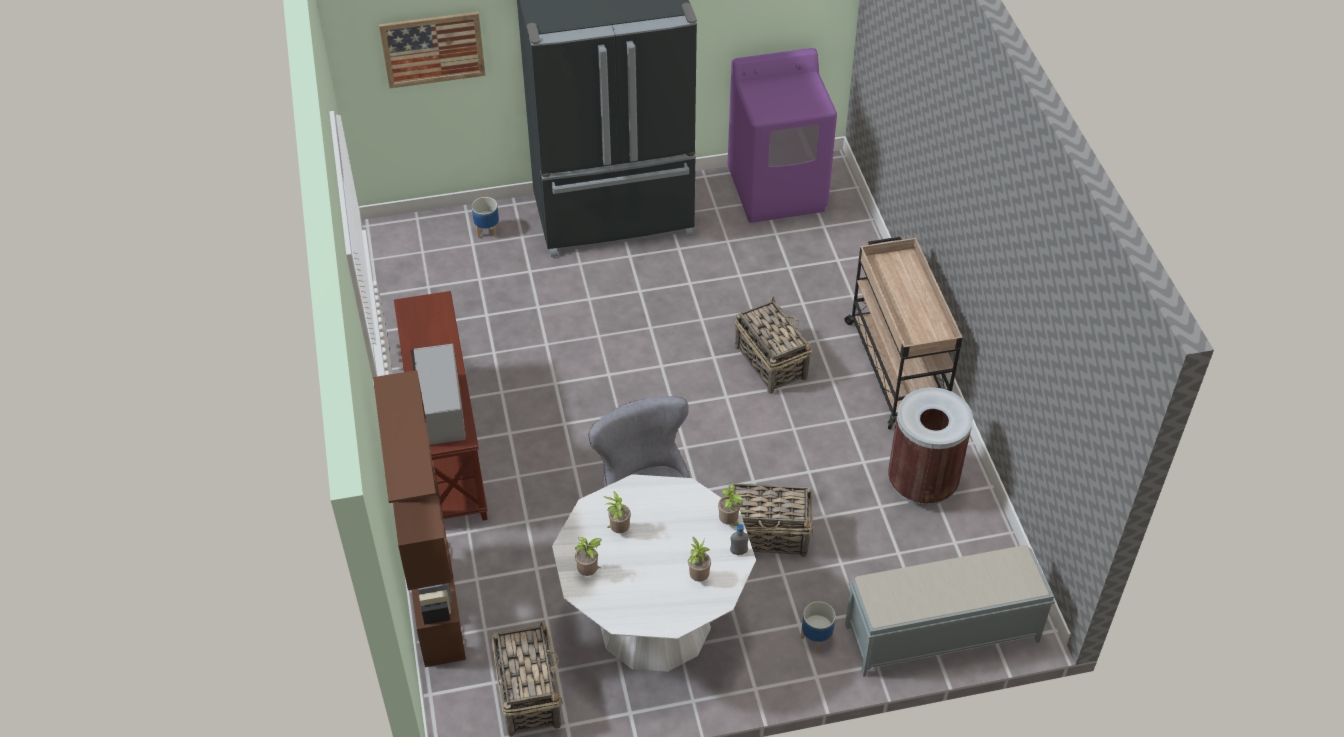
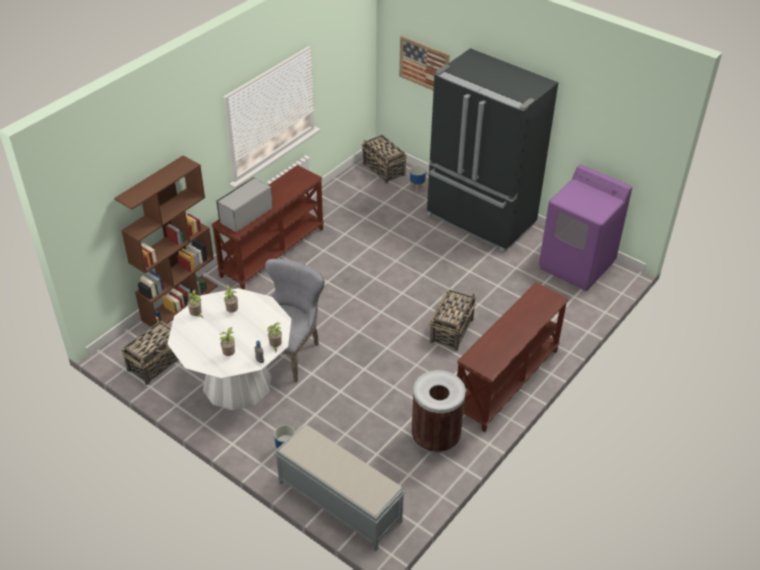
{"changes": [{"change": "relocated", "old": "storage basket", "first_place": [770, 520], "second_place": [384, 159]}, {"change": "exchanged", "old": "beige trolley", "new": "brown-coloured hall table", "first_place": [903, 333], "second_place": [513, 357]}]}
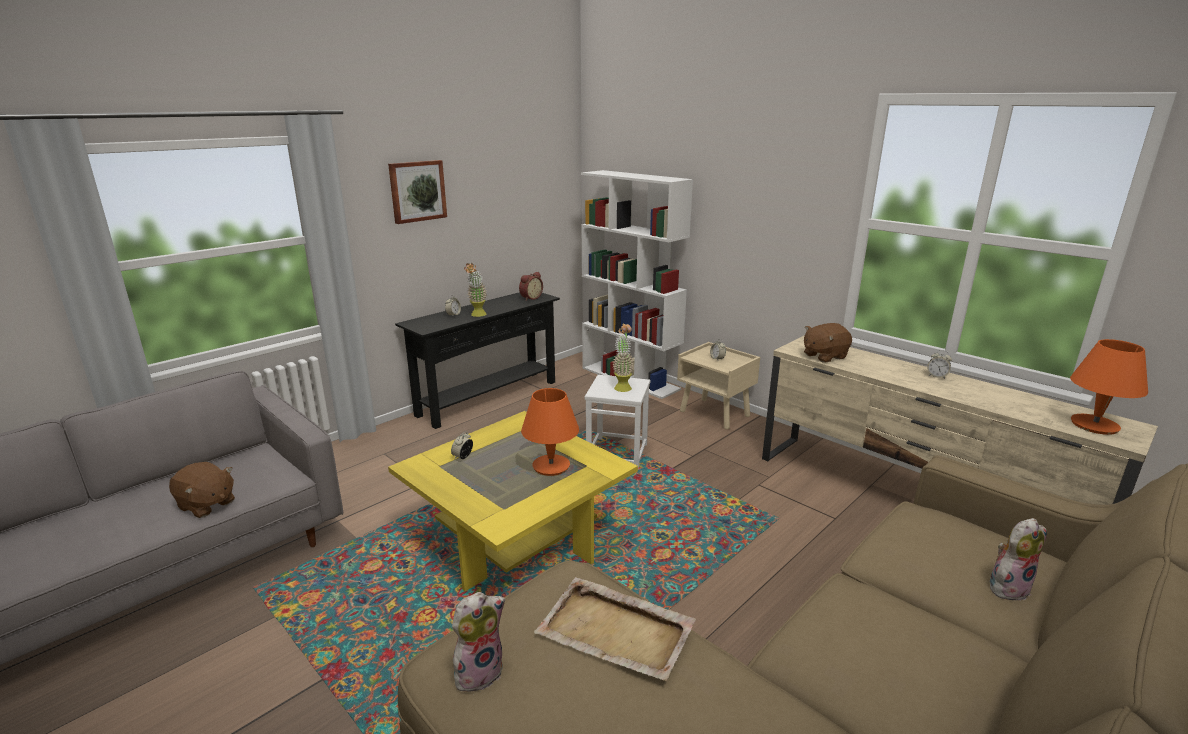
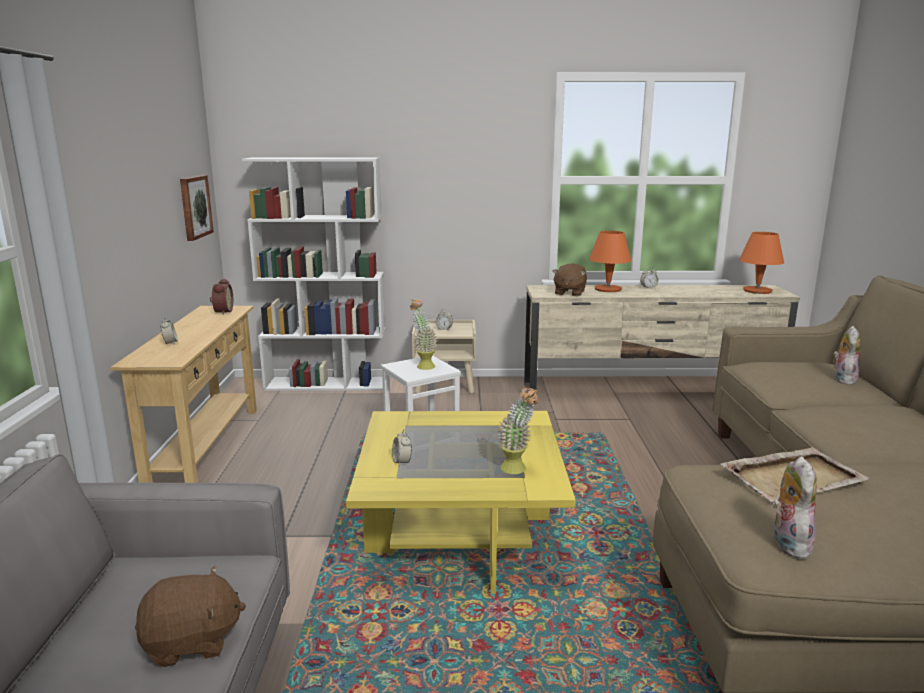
{"changes": [{"change": "relocated", "old": "wall picture", "first_place": [417, 192], "second_place": [197, 208]}, {"change": "colour", "old": "black hall table", "new": "beige hall table", "first_place": [477, 360], "second_place": [183, 394]}, {"change": "relocated", "old": "plant in a pot", "first_place": [475, 290], "second_place": [518, 430]}, {"change": "relocated", "old": "orange-coloured table lamp", "first_place": [550, 432], "second_place": [610, 261]}]}
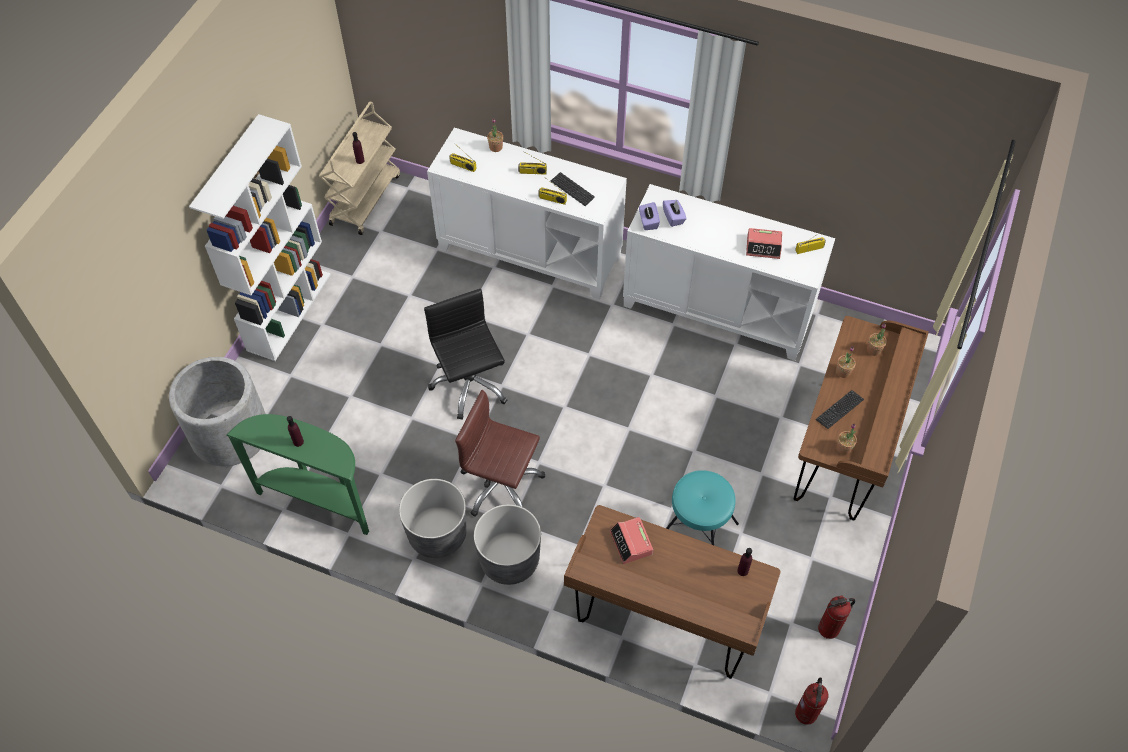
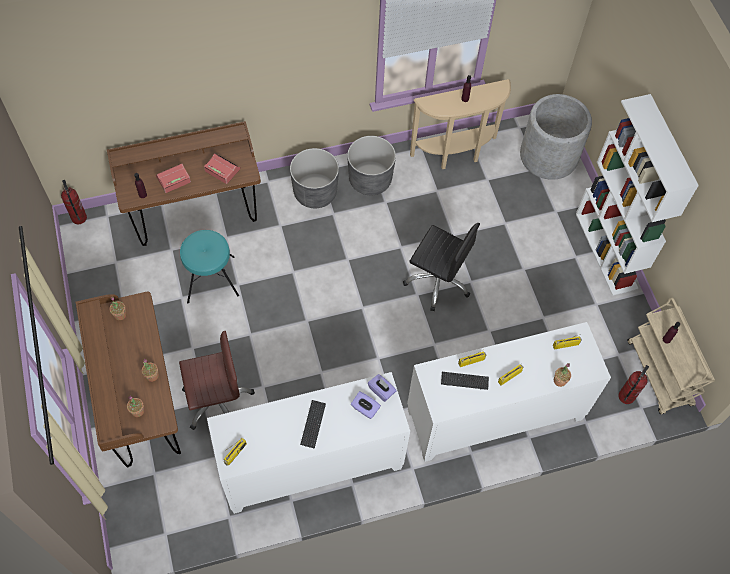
{"changes": [{"change": "colour", "old": "green hall table", "new": "beige hall table", "first_place": [297, 474], "second_place": [460, 124]}, {"change": "relocated", "old": "brown-coloured desk chair", "first_place": [500, 453], "second_place": [217, 380]}, {"change": "relocated", "old": "bedside clock", "first_place": [764, 243], "second_place": [173, 178]}, {"change": "relocated", "old": "computer keyboard", "first_place": [840, 409], "second_place": [313, 424]}, {"change": "relocated", "old": "fire-fighting cylinder", "first_place": [836, 617], "second_place": [633, 384]}]}
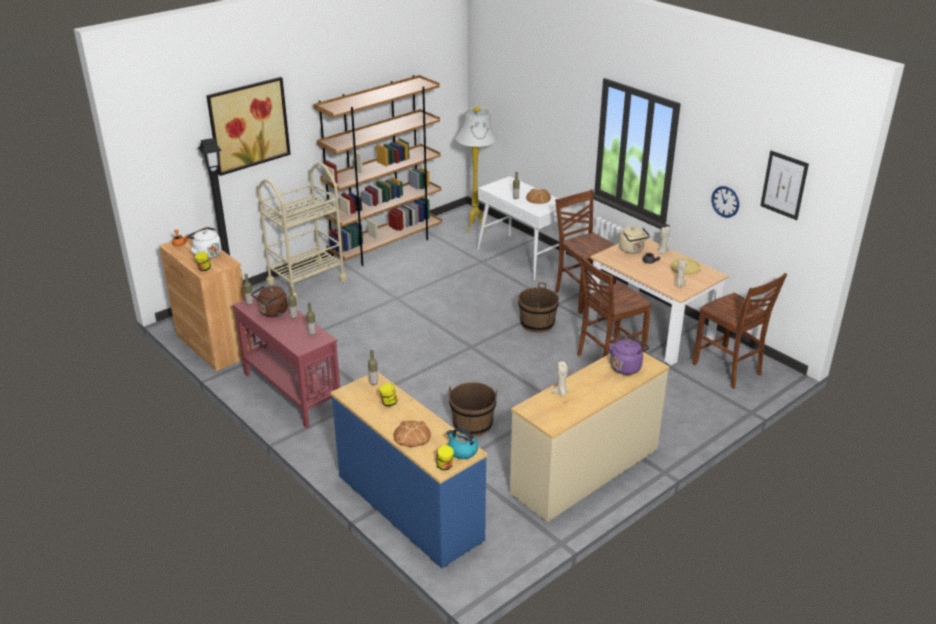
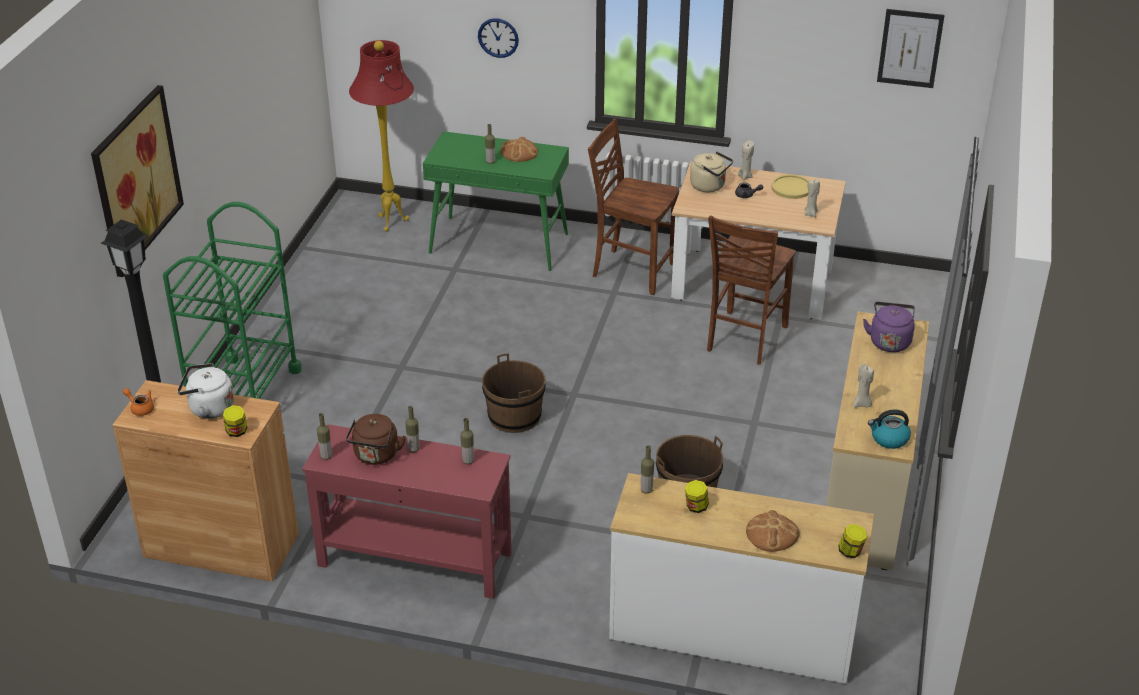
{"changes": [{"change": "colour", "old": "beige trolley", "new": "green trolley", "first_place": [302, 231], "second_place": [232, 300]}, {"change": "missing", "old": "brown-coloured shelving unit", "first_place": [378, 170]}, {"change": "colour", "old": "bluish dresser", "new": "white dresser", "first_place": [409, 470], "second_place": [741, 578]}, {"change": "relocated", "old": "kettle", "first_place": [462, 443], "second_place": [889, 429]}, {"change": "colour", "old": "white standard lamp", "new": "reddish standard lamp", "first_place": [476, 169], "second_place": [381, 136]}, {"change": "colour", "old": "white hall table", "new": "green hall table", "first_place": [524, 228], "second_place": [496, 201]}, {"change": "relocated", "old": "brown-coloured bucket", "first_place": [538, 307], "second_place": [514, 393]}, {"change": "missing", "old": "brown-coloured upright chair", "first_place": [739, 331]}, {"change": "relocated", "old": "hanging clock", "first_place": [725, 202], "second_place": [498, 38]}]}
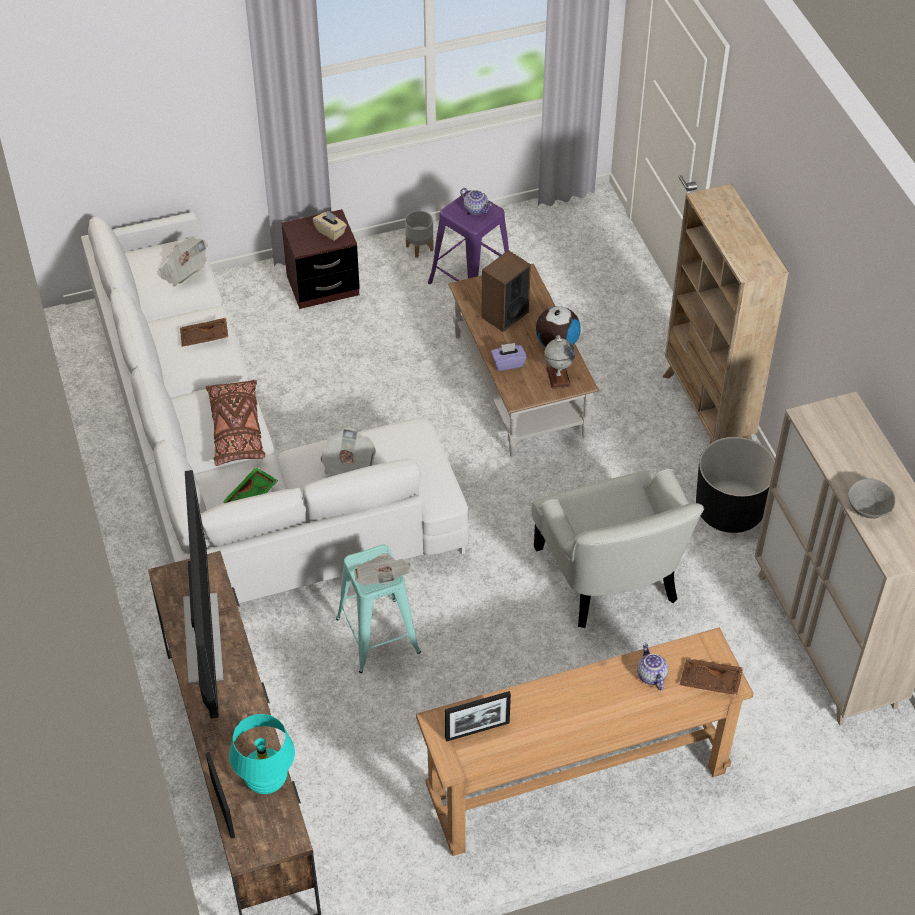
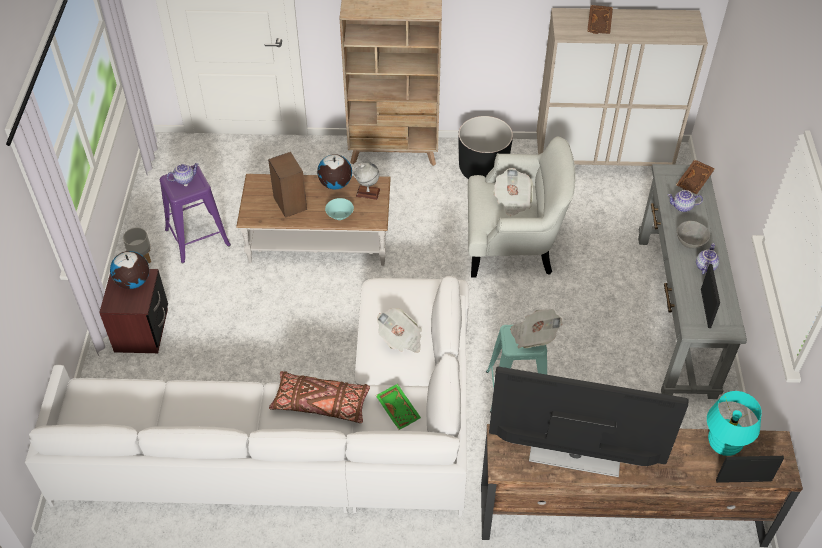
{"changes": [{"change": "relocated", "old": "daily paper", "first_place": [182, 261], "second_place": [513, 192]}, {"change": "relocated", "old": "brown-coloured carrying tray", "first_place": [204, 332], "second_place": [600, 19]}, {"change": "exchanged", "old": "beige tissue holder", "new": "world globe", "first_place": [330, 225], "second_place": [129, 270]}, {"change": "colour", "old": "brown-coloured hall table", "new": "greyish hall table", "first_place": [585, 742], "second_place": [692, 281]}, {"change": "exchanged", "old": "purplish tissue holder", "new": "blue-green bowl", "first_place": [509, 357], "second_place": [339, 209]}, {"change": "relocated", "old": "greyish bowl", "first_place": [871, 498], "second_place": [693, 234]}, {"change": "appeared", "new": "pot for tea", "second_place": [707, 259]}]}
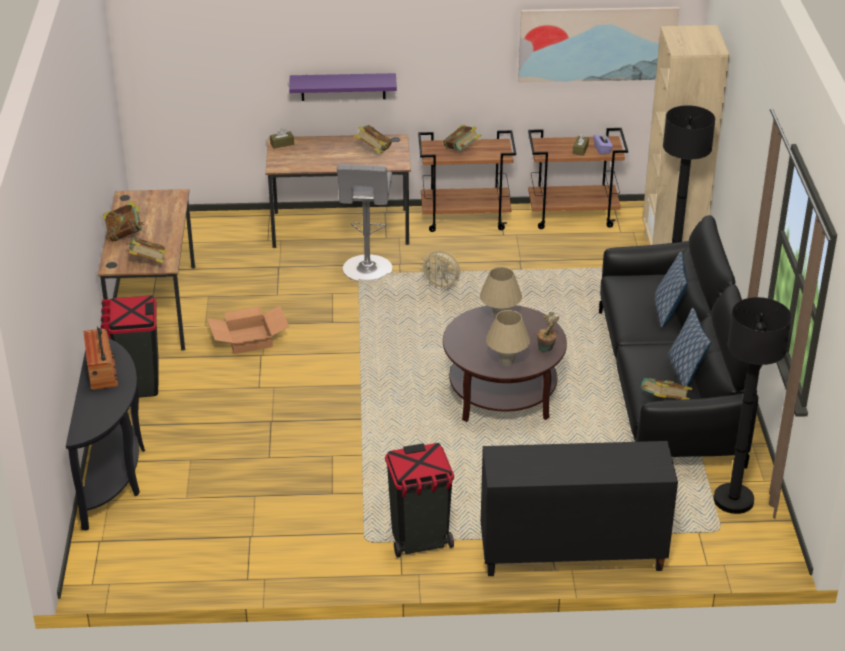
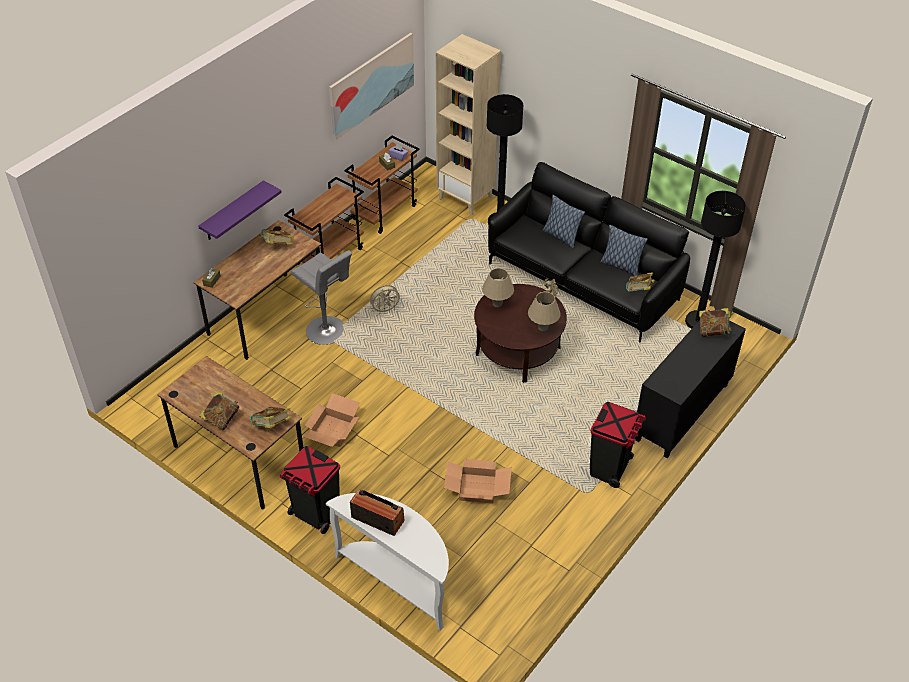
{"changes": [{"change": "colour", "old": "black hall table", "new": "white hall table", "first_place": [105, 435], "second_place": [387, 562]}, {"change": "relocated", "old": "volume", "first_place": [462, 138], "second_place": [715, 322]}, {"change": "appeared", "new": "cardboard box", "second_place": [478, 481]}]}
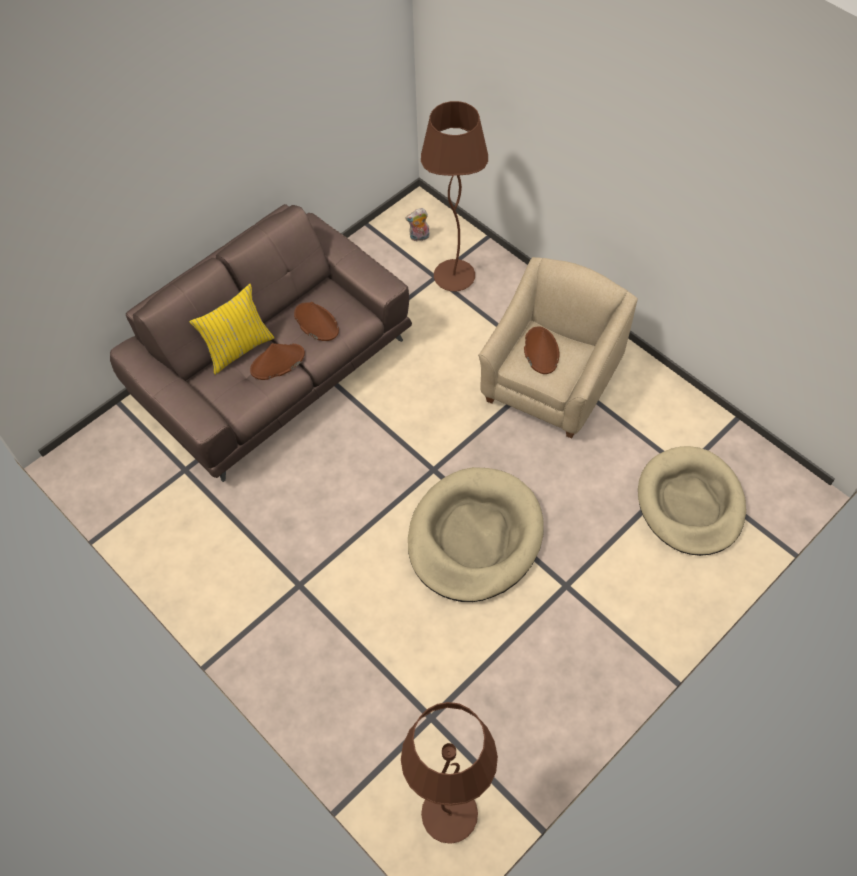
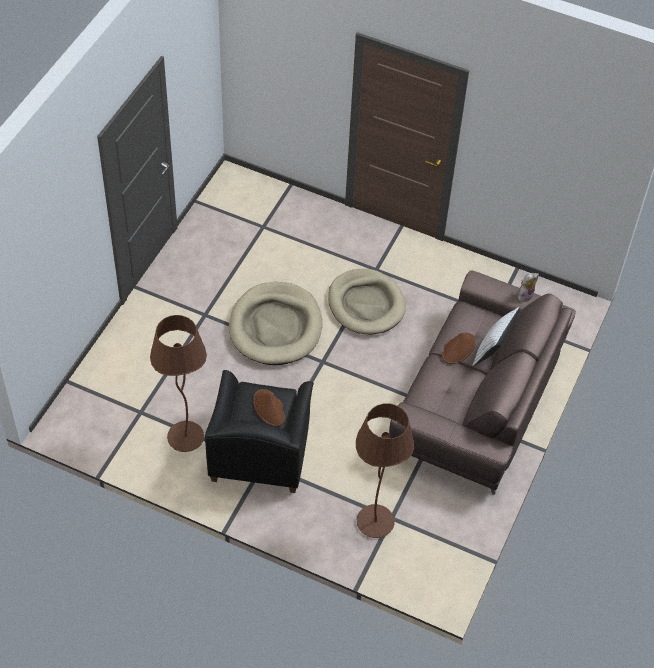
{"changes": [{"change": "colour", "old": "yellow pillow", "new": "white pillow", "first_place": [231, 329], "second_place": [496, 336]}, {"change": "missing", "old": "brown-coloured hat", "first_place": [316, 321]}, {"change": "relocated", "old": "brown-coloured standard lamp", "first_place": [449, 773], "second_place": [178, 383]}, {"change": "relocated", "old": "plush toy", "first_place": [417, 225], "second_place": [528, 287]}, {"change": "colour", "old": "beige easy chair", "new": "black easy chair", "first_place": [558, 348], "second_place": [259, 431]}, {"change": "relocated", "old": "beige pet bed", "first_place": [692, 501], "second_place": [367, 301]}]}
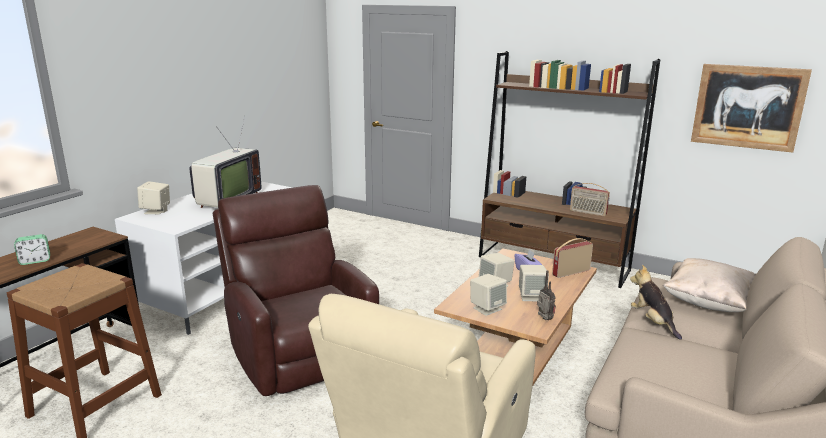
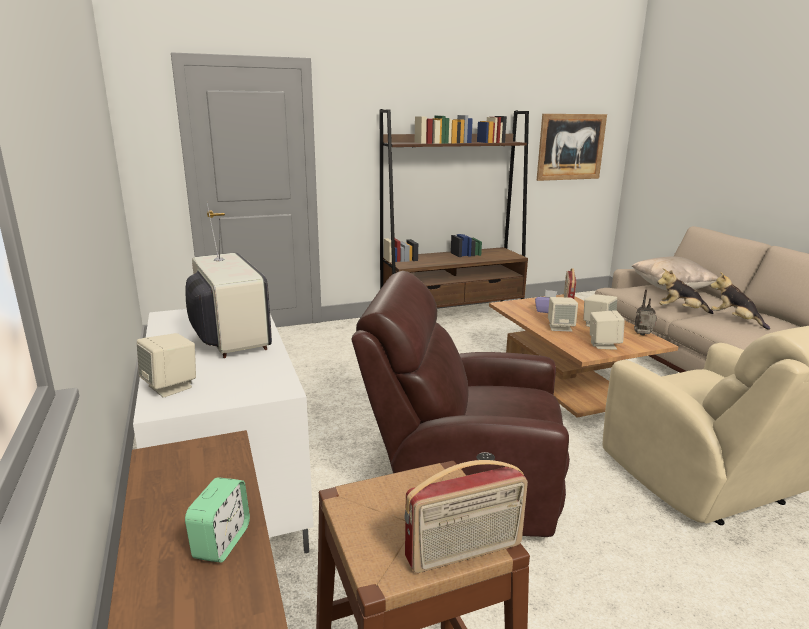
{"changes": [{"change": "relocated", "old": "radio set", "first_place": [590, 199], "second_place": [466, 516]}, {"change": "appeared", "new": "plush toy", "second_place": [740, 301]}]}
